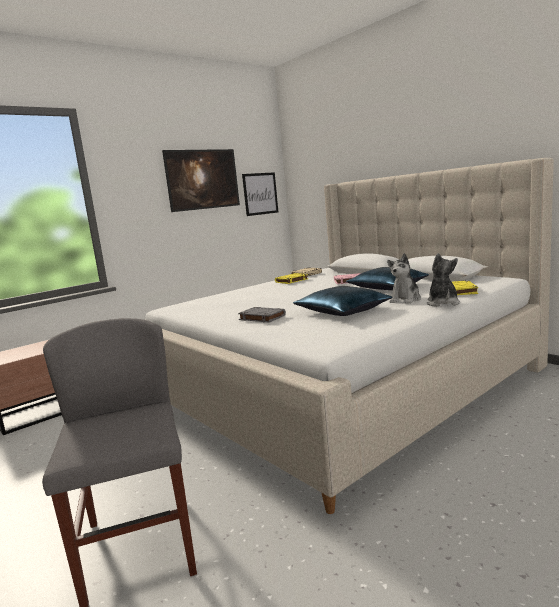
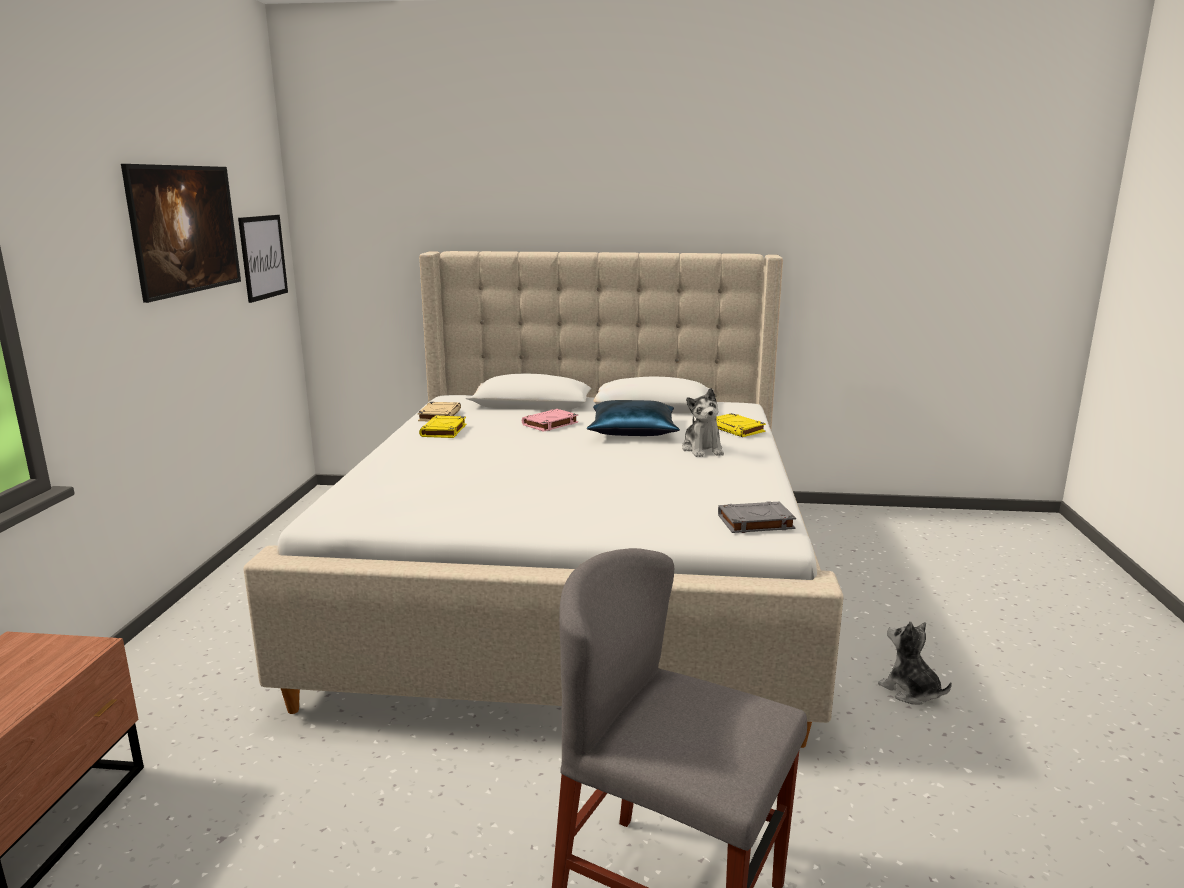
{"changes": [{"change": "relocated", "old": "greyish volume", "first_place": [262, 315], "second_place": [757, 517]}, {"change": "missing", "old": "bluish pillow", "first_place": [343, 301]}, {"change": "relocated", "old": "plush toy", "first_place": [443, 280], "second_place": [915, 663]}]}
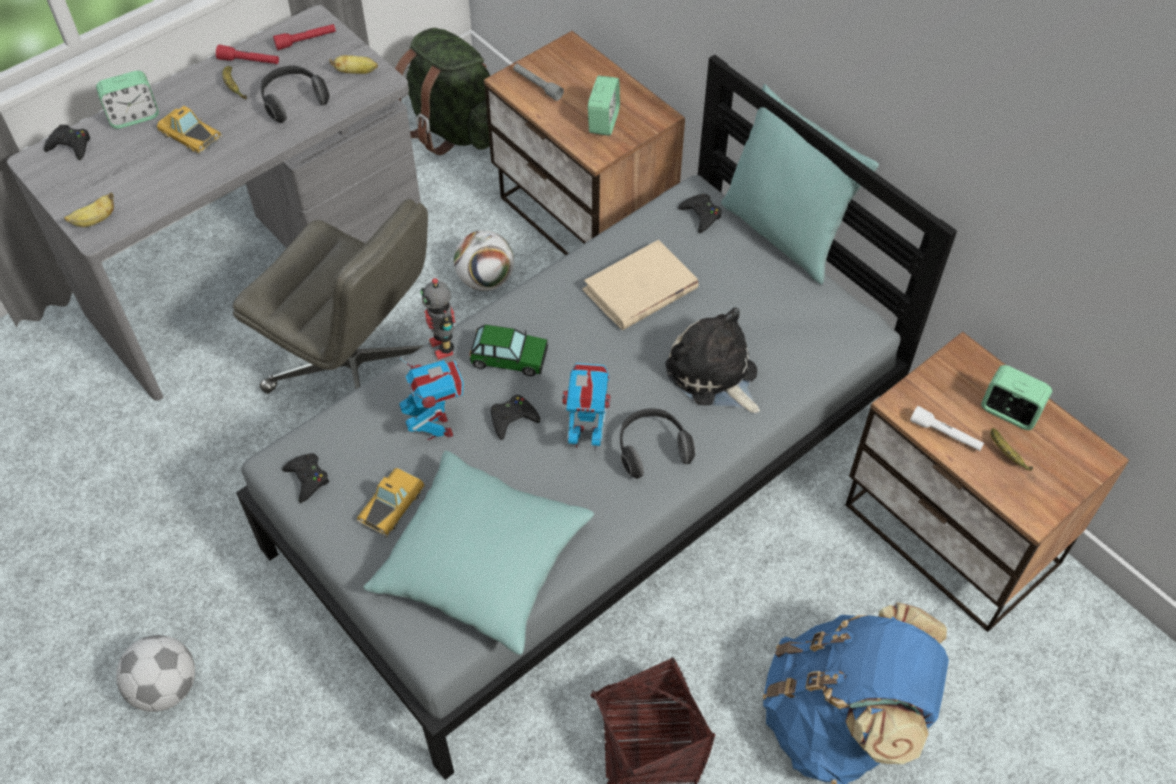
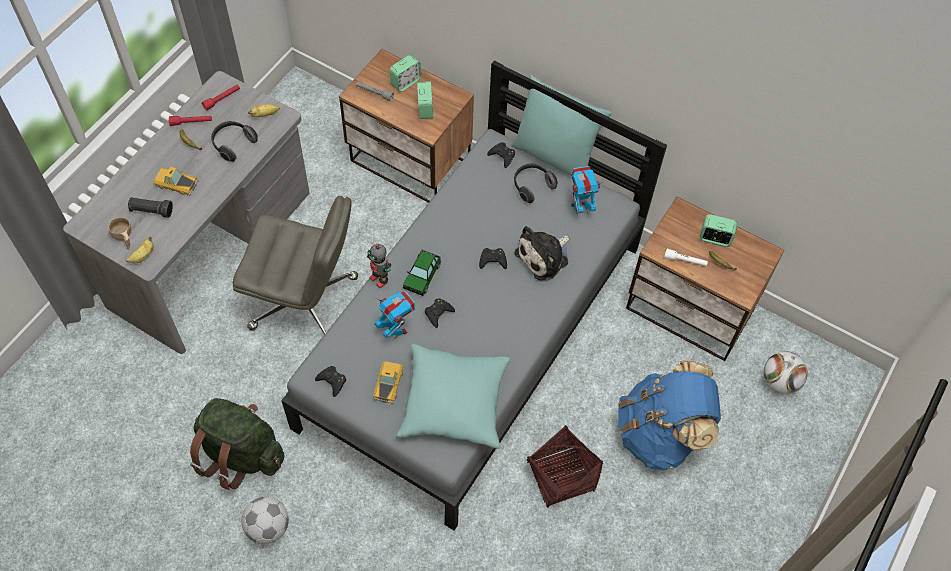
{"changes": [{"change": "relocated", "old": "black joypad", "first_place": [67, 142], "second_place": [493, 258]}, {"change": "relocated", "old": "bedside clock", "first_place": [127, 100], "second_place": [405, 73]}, {"change": "relocated", "old": "green backpack", "first_place": [442, 91], "second_place": [237, 444]}, {"change": "relocated", "old": "football ball", "first_place": [484, 260], "second_place": [786, 372]}, {"change": "spun", "old": "miniature car", "first_place": [508, 350], "second_place": [422, 273], "degrees": 120}, {"change": "relocated", "old": "model robot", "first_place": [586, 406], "second_place": [586, 191]}, {"change": "missing", "old": "beige volume", "first_place": [640, 285]}, {"change": "relocated", "old": "pair of headphones", "first_place": [657, 443], "second_place": [536, 183]}, {"change": "spun", "old": "plush toy", "first_place": [712, 360], "second_place": [542, 253], "degrees": -75}, {"change": "appeared", "new": "beige small cup", "second_place": [119, 233]}, {"change": "appeared", "new": "black torch", "second_place": [150, 207]}]}
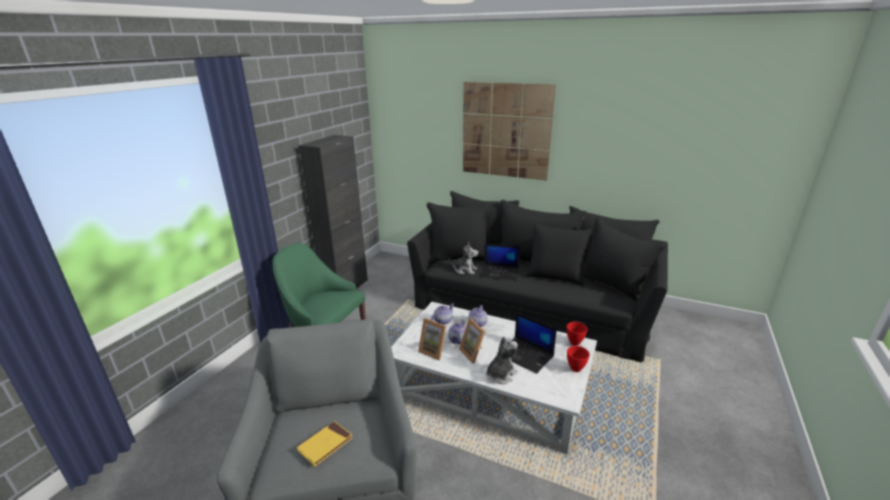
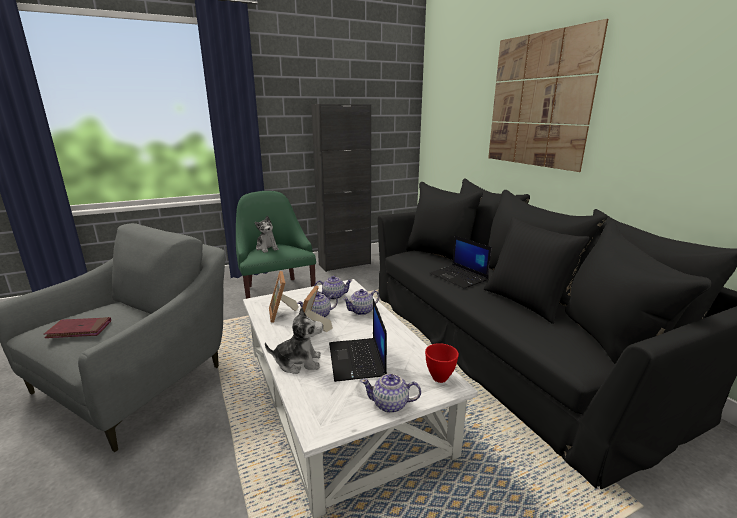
{"changes": [{"change": "colour", "old": "yellow volume", "new": "reddish volume", "first_place": [325, 443], "second_place": [77, 327]}, {"change": "relocated", "old": "plush toy", "first_place": [463, 258], "second_place": [267, 234]}, {"change": "exchanged", "old": "reddish bowl", "new": "pot for tea", "first_place": [578, 359], "second_place": [391, 393]}]}
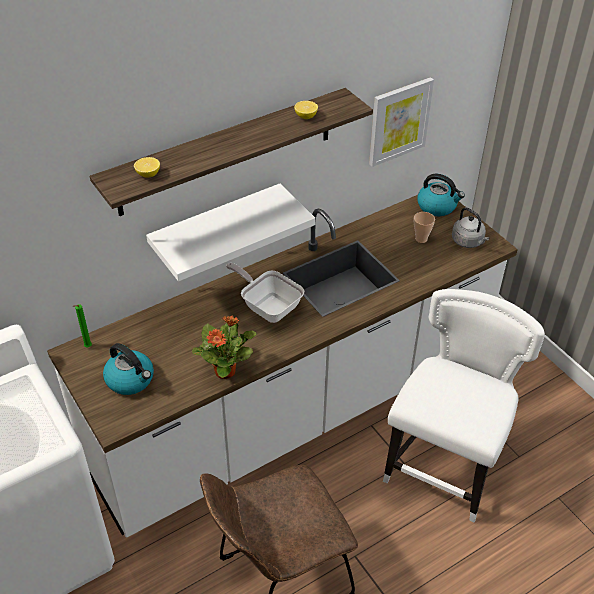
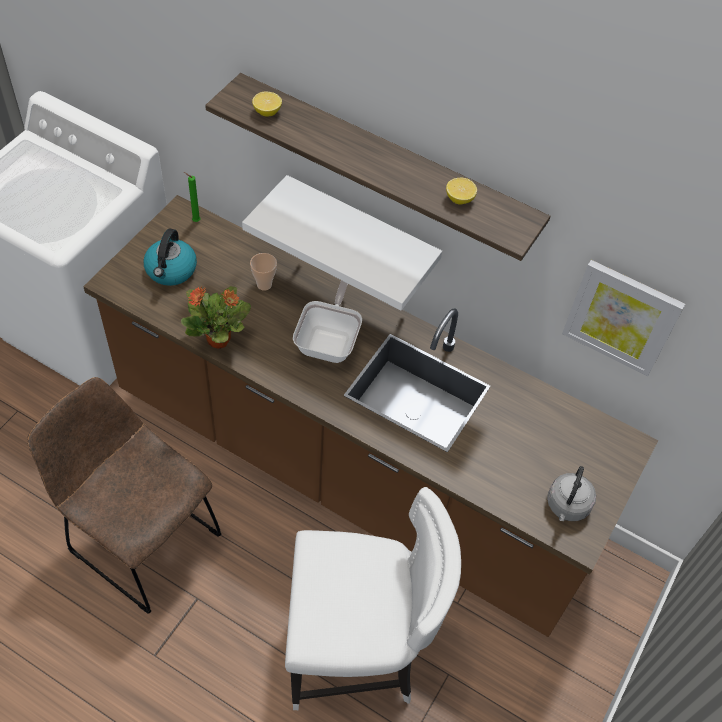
{"changes": [{"change": "colour", "old": "white kitchen counter", "new": "brown-coloured kitchen counter", "first_place": [282, 366], "second_place": [370, 416]}, {"change": "relocated", "old": "small cup", "first_place": [424, 227], "second_place": [263, 272]}, {"change": "missing", "old": "kettle", "first_place": [441, 195]}]}
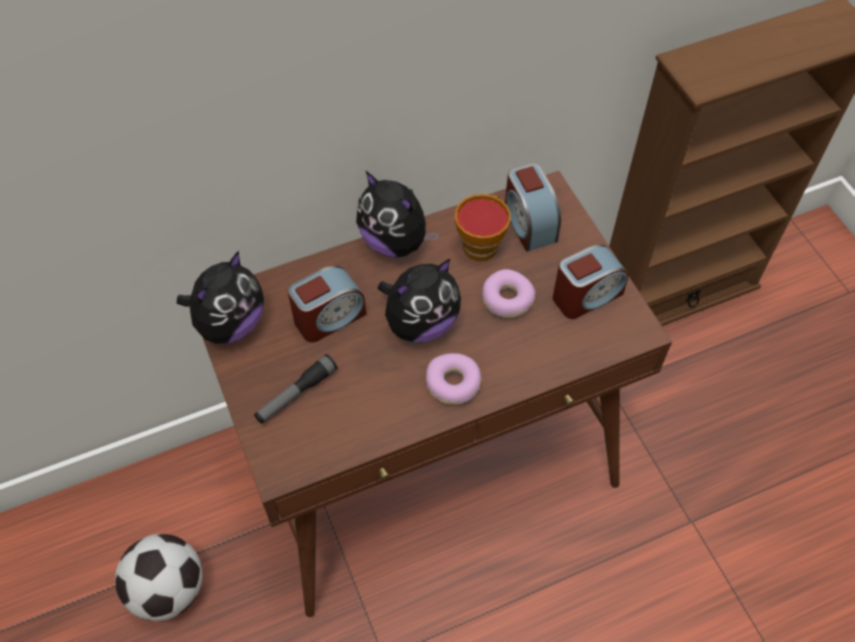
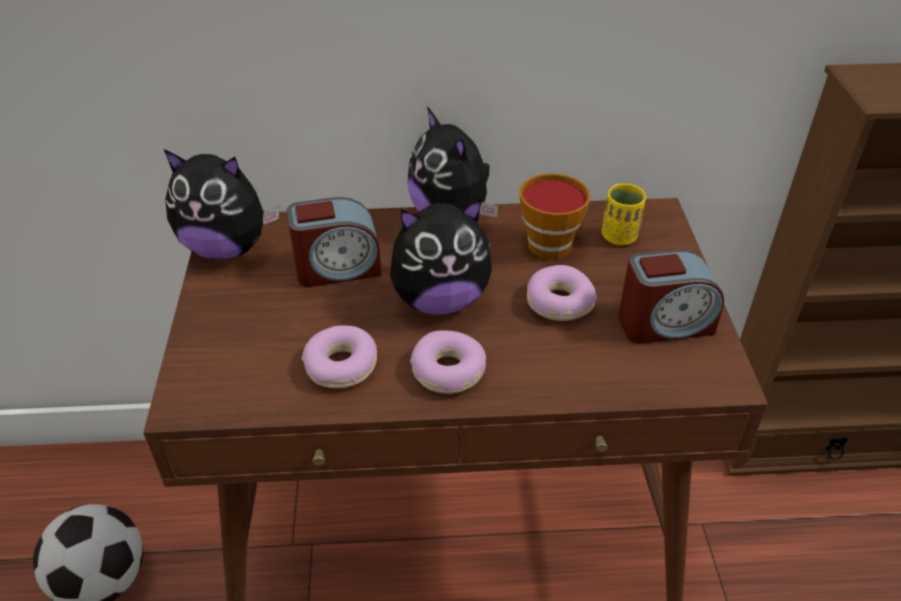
{"changes": [{"change": "spun", "old": "plush toy", "first_place": [220, 297], "second_place": [221, 204], "degrees": 45}, {"change": "missing", "old": "torch", "first_place": [296, 389]}, {"change": "exchanged", "old": "bedside clock", "new": "yellow small cup", "first_place": [533, 207], "second_place": [624, 214]}, {"change": "appeared", "new": "donut", "second_place": [339, 357]}]}
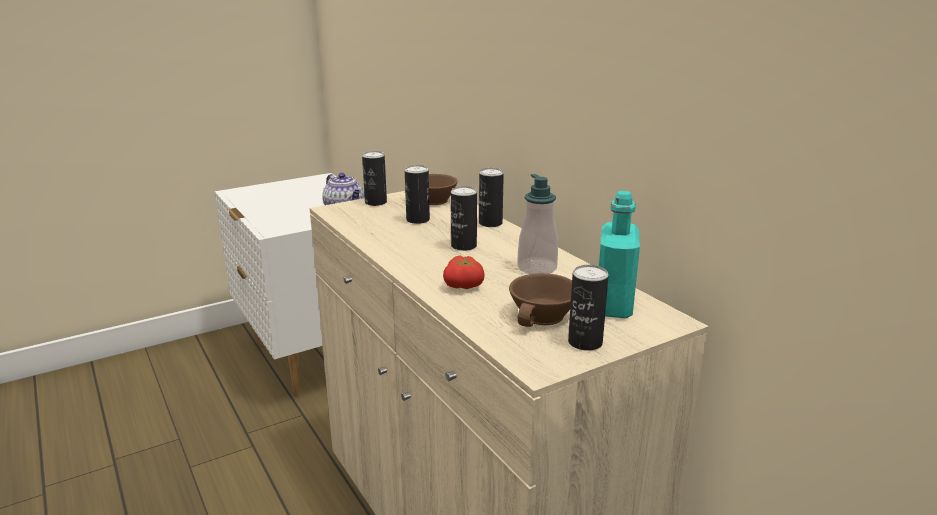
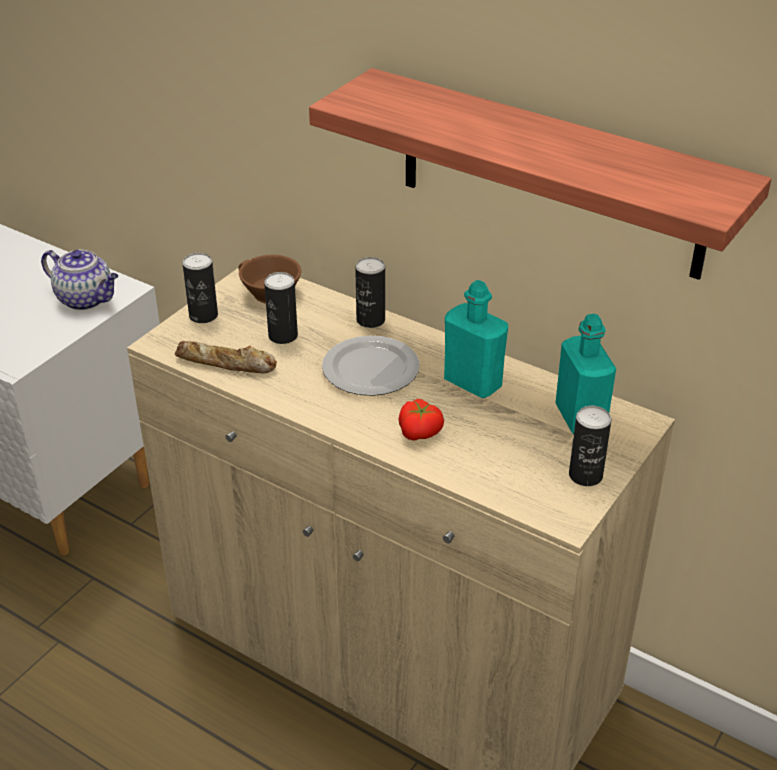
{"changes": [{"change": "exchanged", "old": "metal can", "new": "dinner plate", "first_place": [464, 218], "second_place": [371, 366]}, {"change": "missing", "old": "brown-coloured small cup", "first_place": [540, 300]}, {"change": "exchanged", "old": "soap dispenser", "new": "blue-green beverage bottle", "first_place": [537, 224], "second_place": [476, 339]}, {"change": "appeared", "new": "bread", "second_place": [226, 357]}, {"change": "appeared", "new": "bracket shelf", "second_place": [540, 174]}]}
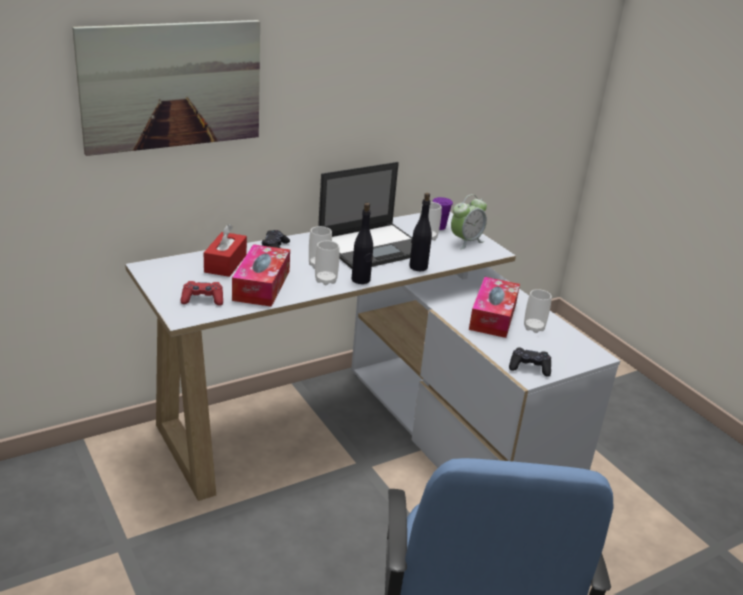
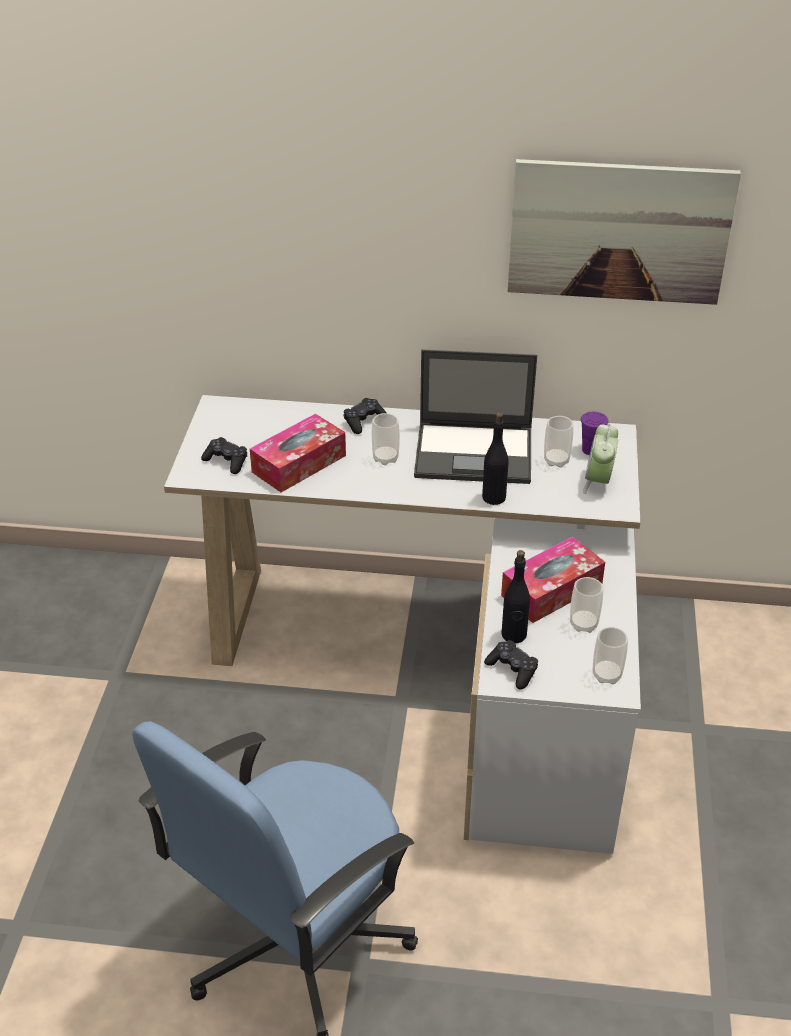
{"changes": [{"change": "relocated", "old": "wall picture", "first_place": [166, 88], "second_place": [624, 232]}, {"change": "colour", "old": "reddish joypad", "new": "black joypad", "first_place": [202, 293], "second_place": [224, 455]}, {"change": "missing", "old": "reddish tissue holder", "first_place": [225, 250]}, {"change": "relocated", "old": "small cup", "first_place": [327, 263], "second_place": [610, 655]}, {"change": "relocated", "old": "black beverage bottle", "first_place": [362, 243], "second_place": [515, 596]}, {"change": "spun", "old": "bedside clock", "first_place": [469, 221], "second_place": [600, 458], "degrees": 105}]}
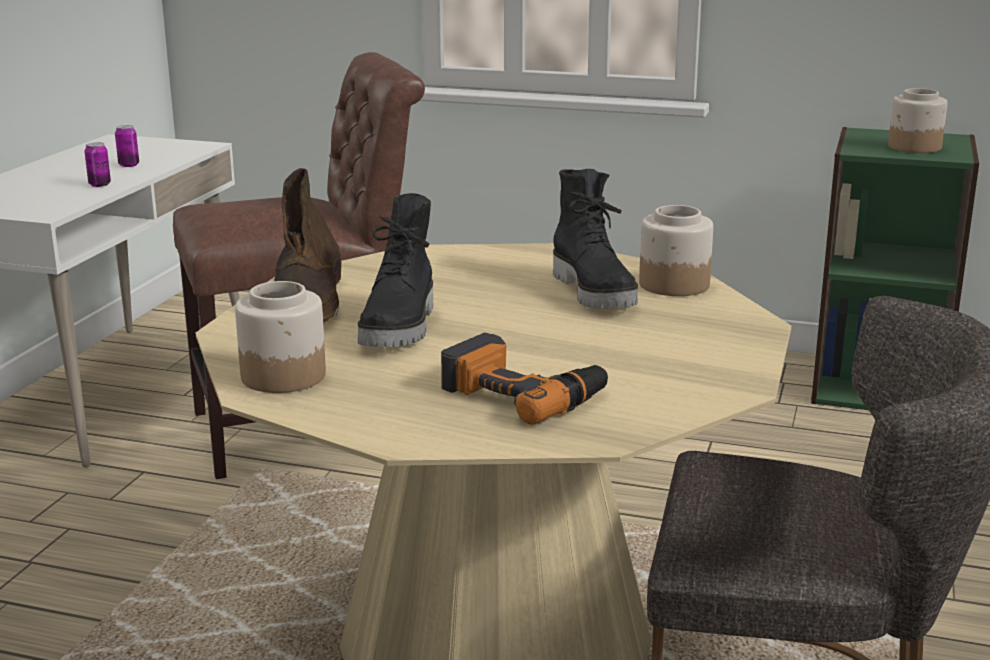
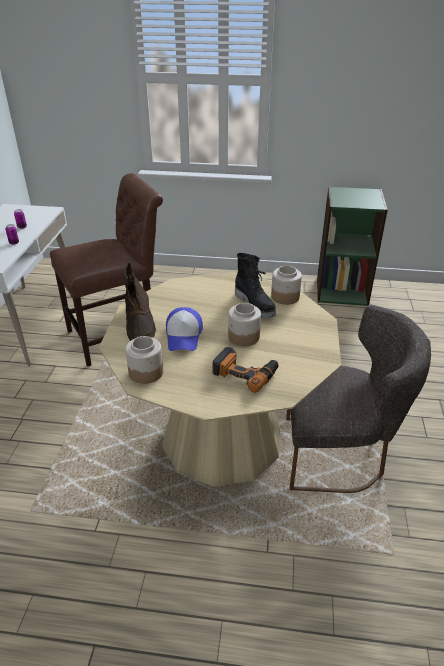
{"changes": [{"change": "exchanged", "old": "black tall boot", "new": "peaked cap", "first_place": [395, 270], "second_place": [184, 329]}, {"change": "relocated", "old": "preserve jar", "first_place": [918, 120], "second_place": [244, 324]}]}
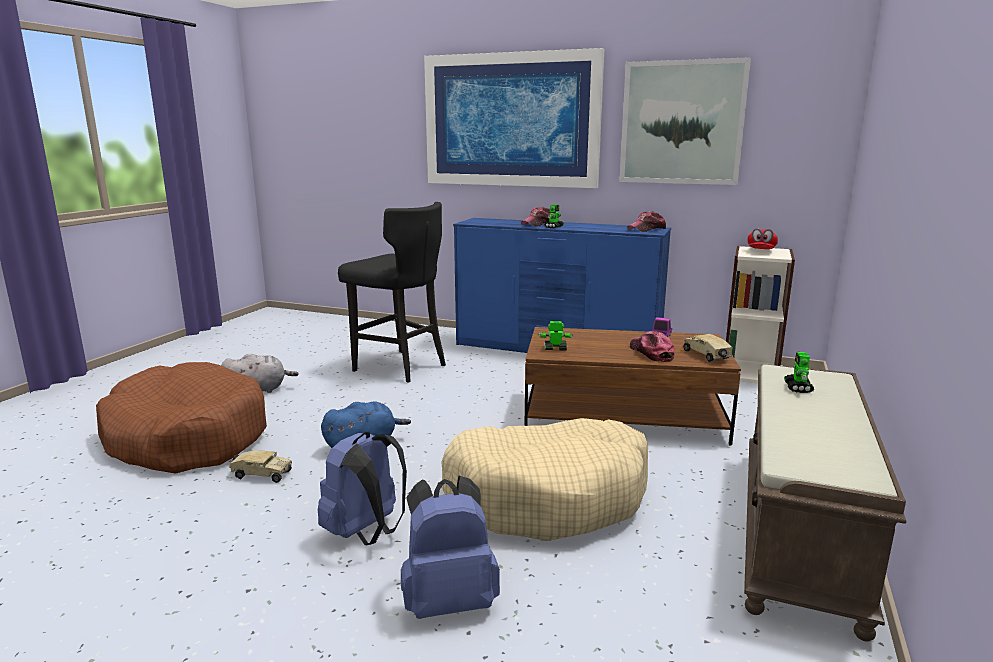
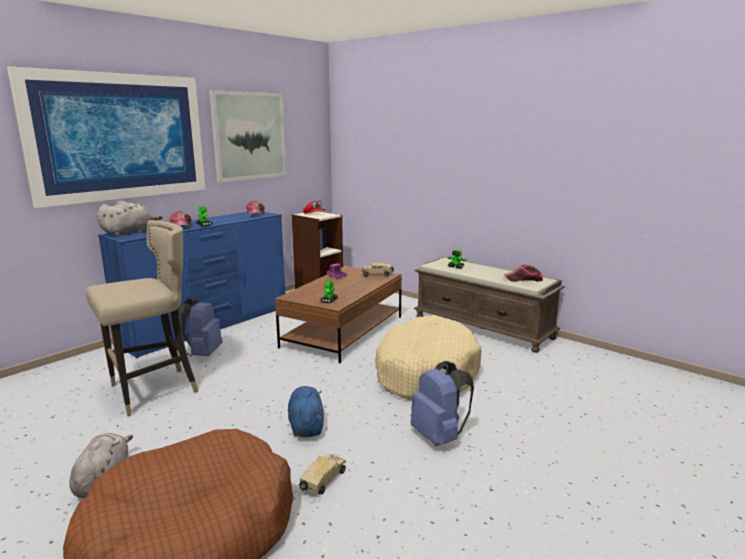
{"changes": [{"change": "colour", "old": "black sitting stool", "new": "beige sitting stool", "first_place": [392, 292], "second_place": [141, 318]}, {"change": "relocated", "old": "bluish backpack", "first_place": [450, 547], "second_place": [200, 327]}, {"change": "relocated", "old": "peaked cap", "first_place": [652, 347], "second_place": [523, 273]}, {"change": "appeared", "new": "greyish plush toy", "second_place": [129, 218]}]}
